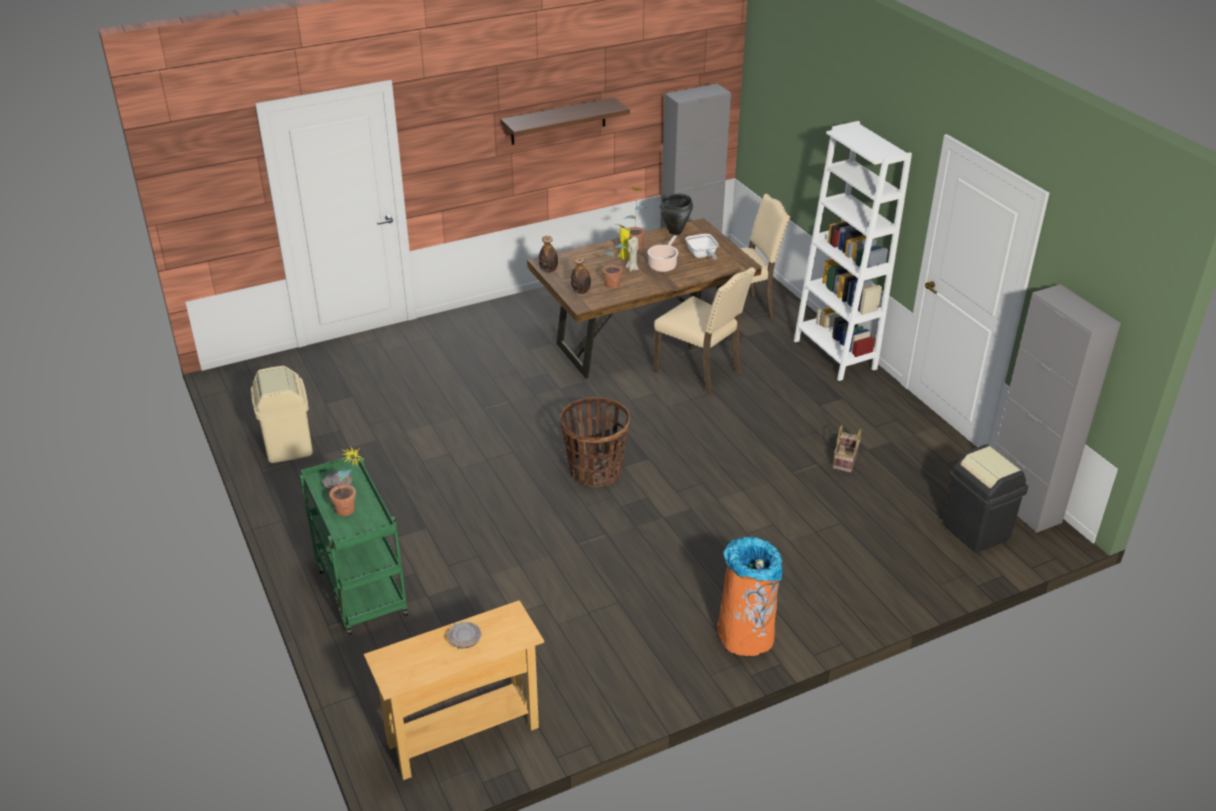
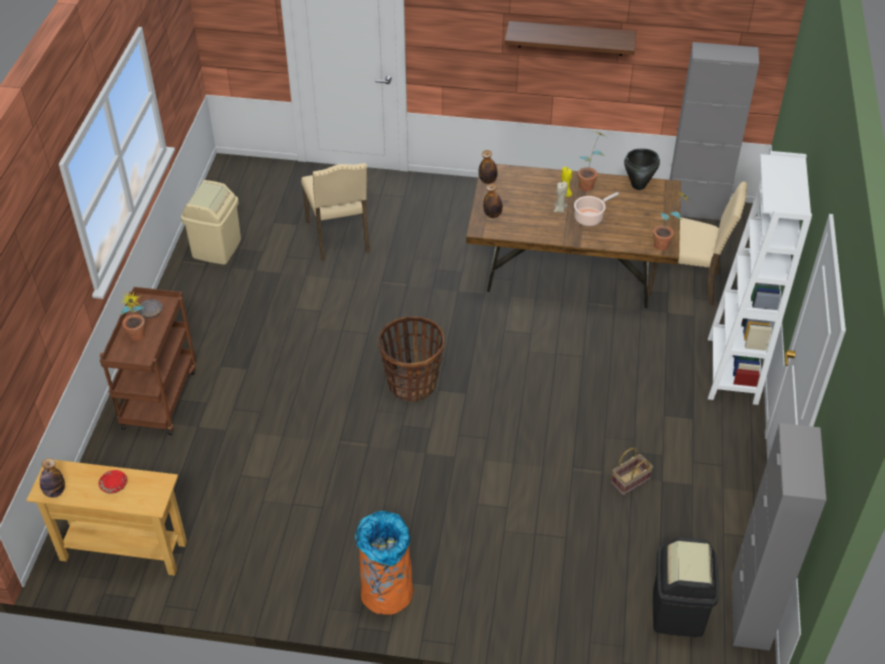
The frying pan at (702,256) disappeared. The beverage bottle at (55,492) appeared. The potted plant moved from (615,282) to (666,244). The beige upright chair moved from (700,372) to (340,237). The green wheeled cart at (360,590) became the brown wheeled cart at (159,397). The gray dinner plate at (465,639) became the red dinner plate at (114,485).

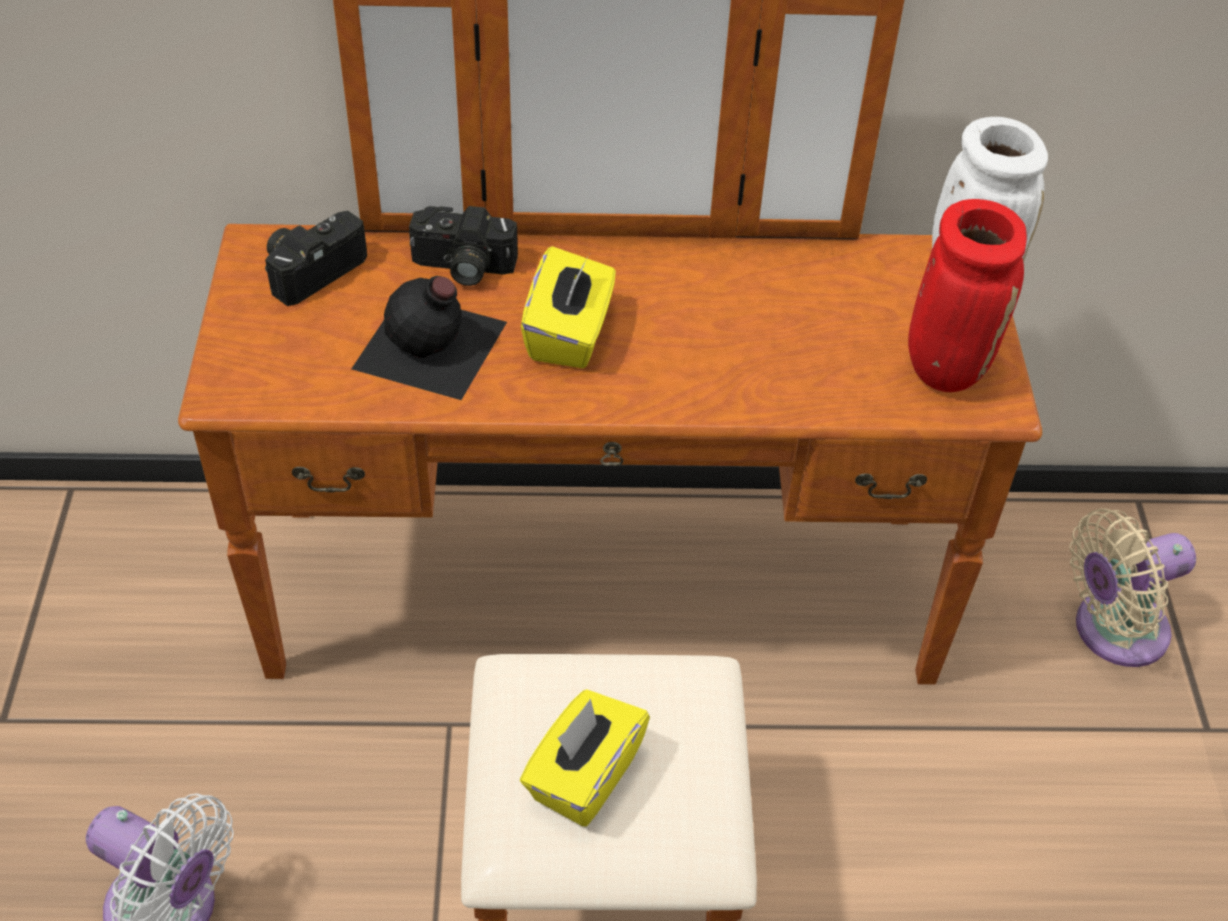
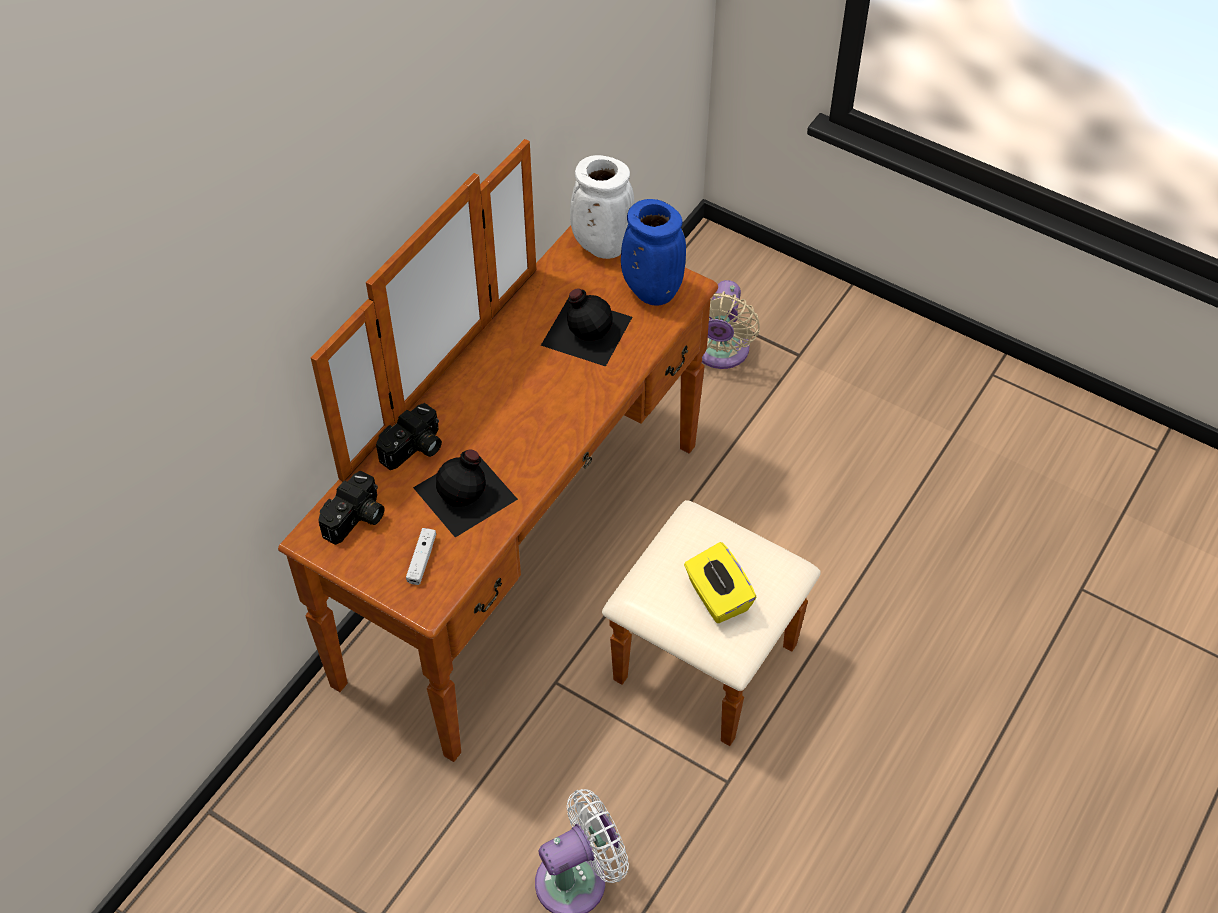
The yellowish tissue holder at (569,335) disappeared. The white-coloured gamepad at (422,560) appeared. The black-coloured beverage bottle at (586,329) appeared. The red decorative vase at (944,365) became the blue-coloured decorative vase at (650,291). The still camera at (312,269) turned 135 degrees counterclockwise.

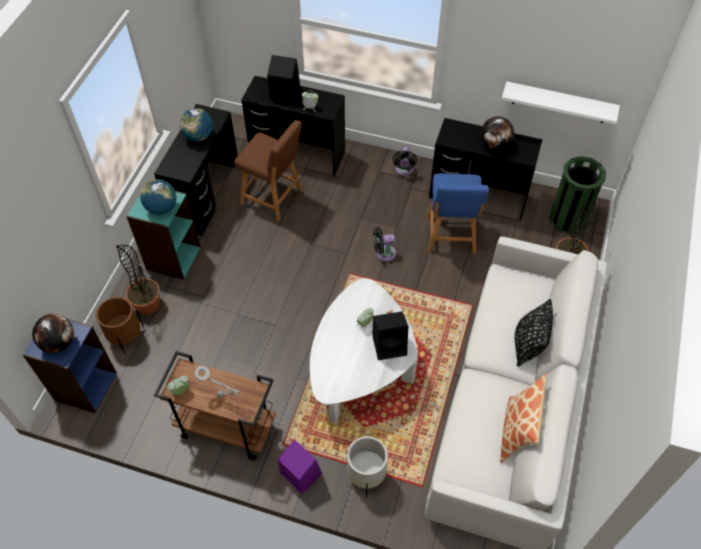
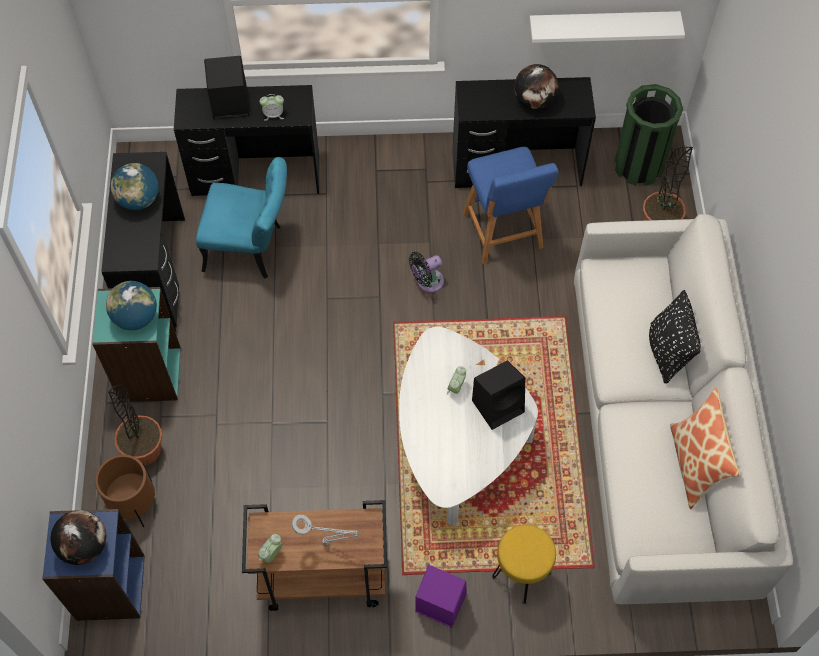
The black-coloured electric fan at (404,170) disappeared. The brown stool seat at (274,198) was replaced by the turquoise-coloured upright chair at (251,249). The white-coloured planter at (366,475) was replaced by the yellowish stool seat at (521,576).

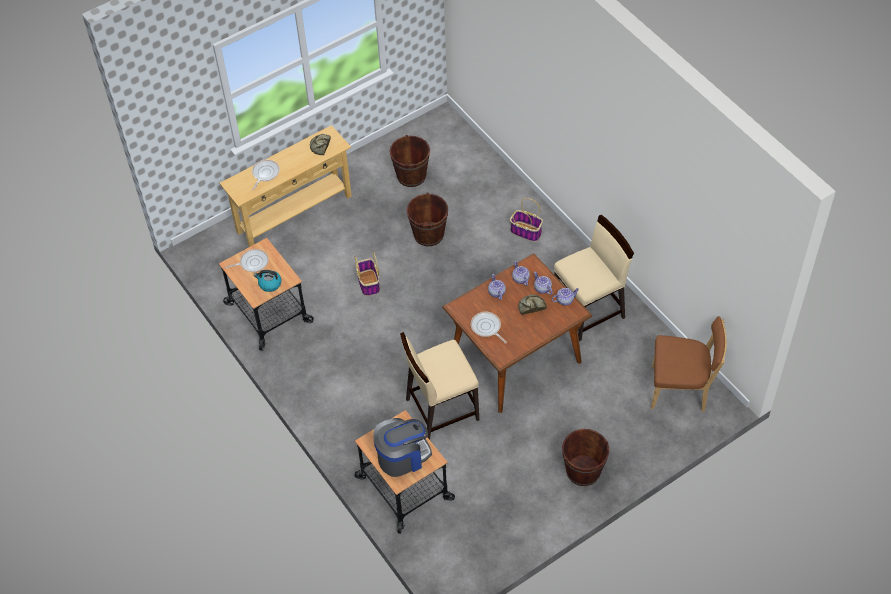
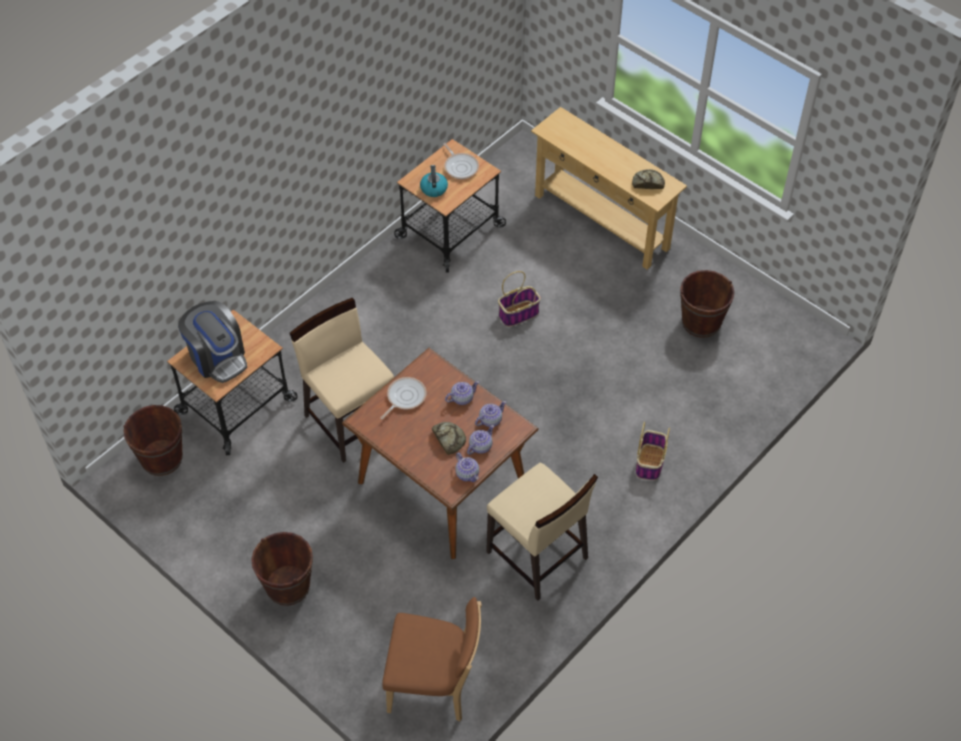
The frying pan at (265,173) disappeared. The brown pail moved from (429,234) to (162,458). The brown upright chair at (681,390) turned 75 degrees counterclockwise.

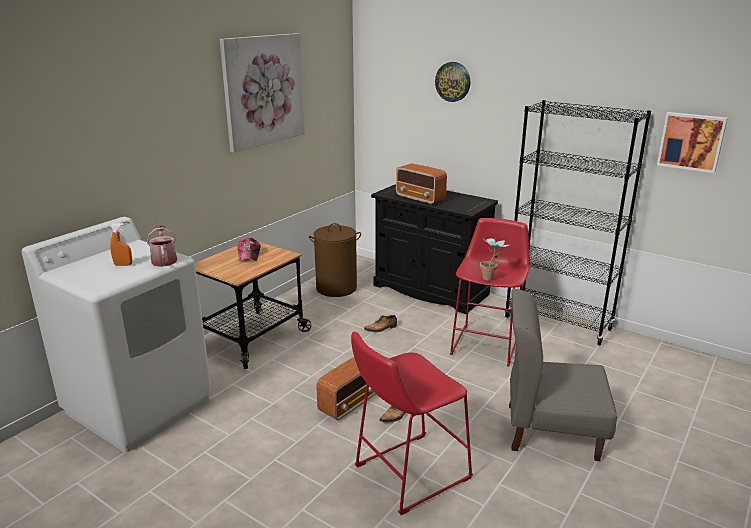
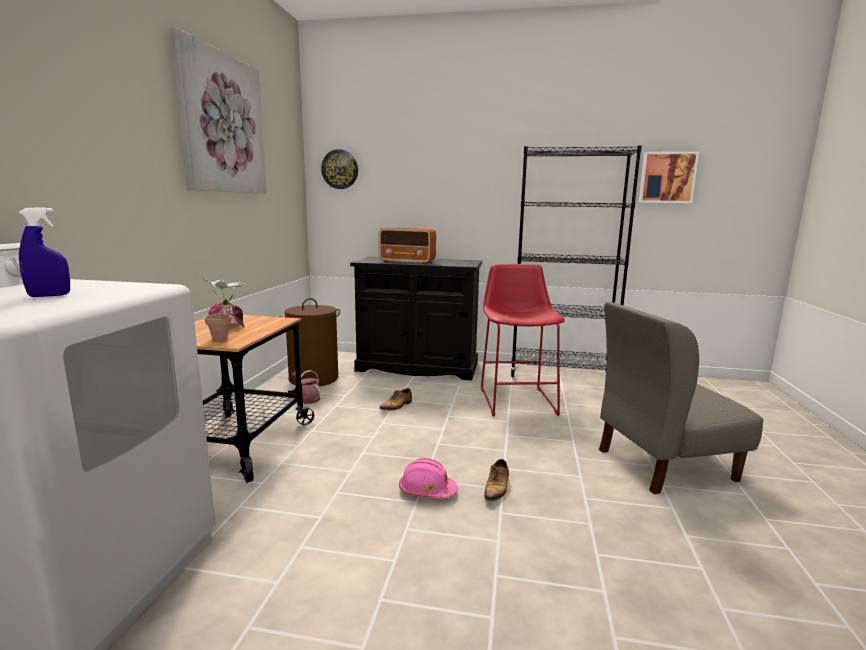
The red stool seat at (407,474) disappeared. The watering pot moved from (164,260) to (307,398). The clock on the wall moved from (453,81) to (340,169). The potted plant moved from (491,278) to (226,337). The radio receiver at (349,403) was replaced by the pink-coloured hard hat at (427,491). The orange sprayer at (123,265) became the blue-coloured sprayer at (49,295).

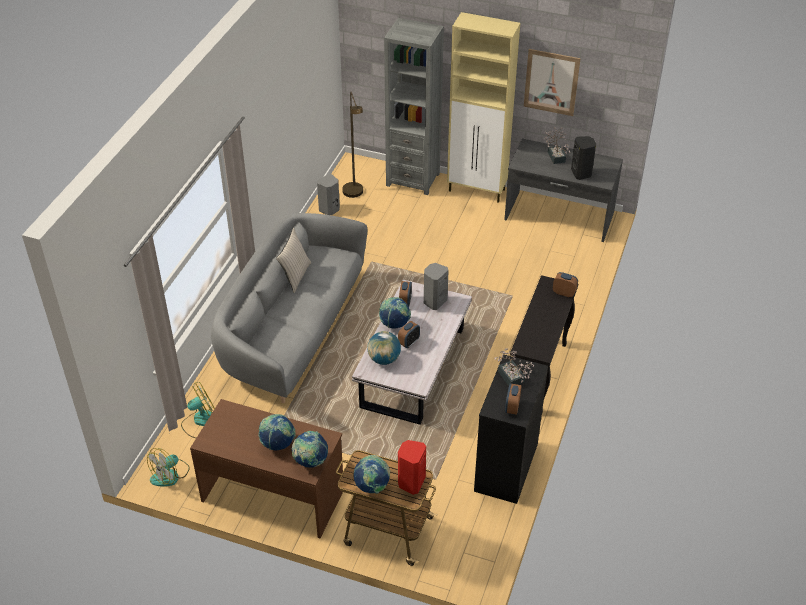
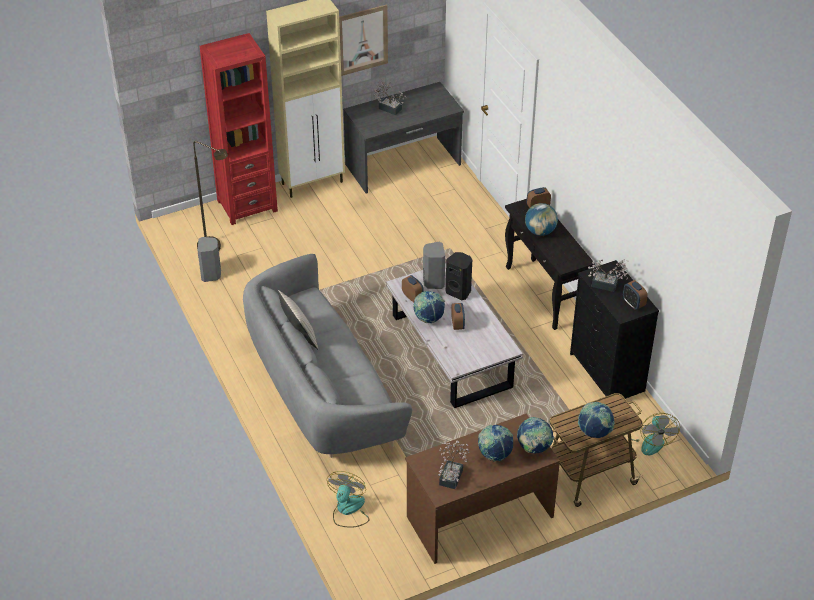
The red audio speaker at (411,482) disappeared. The potted plant at (452,475) appeared. The electric fan moved from (170,475) to (651,440). The desk globe moved from (384,359) to (540,231). The black-coloured audio speaker moved from (581,173) to (459,292). The gray shelving unit at (413,179) became the red shelving unit at (247,206).

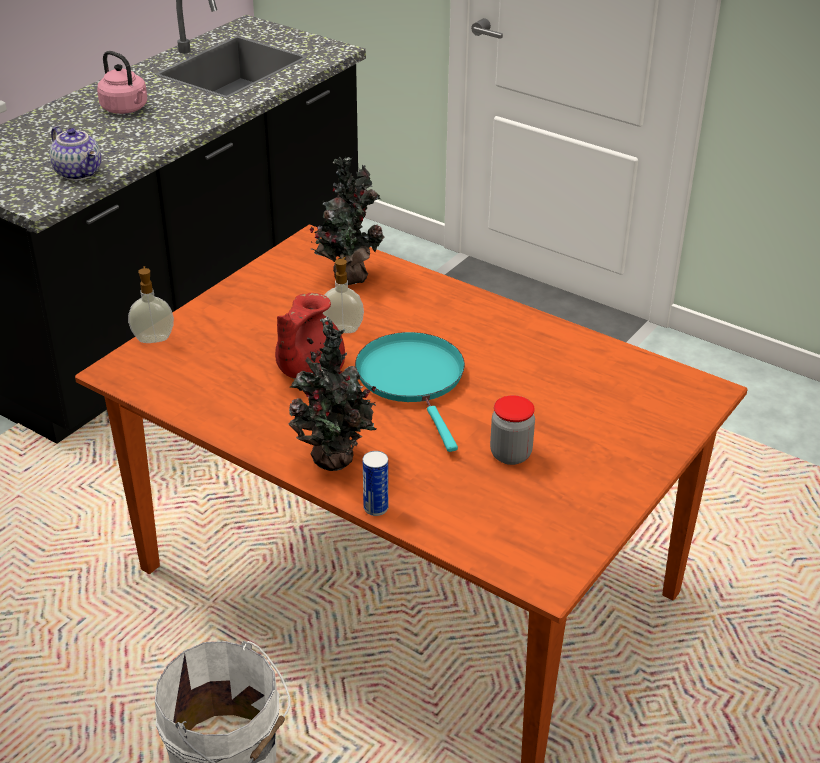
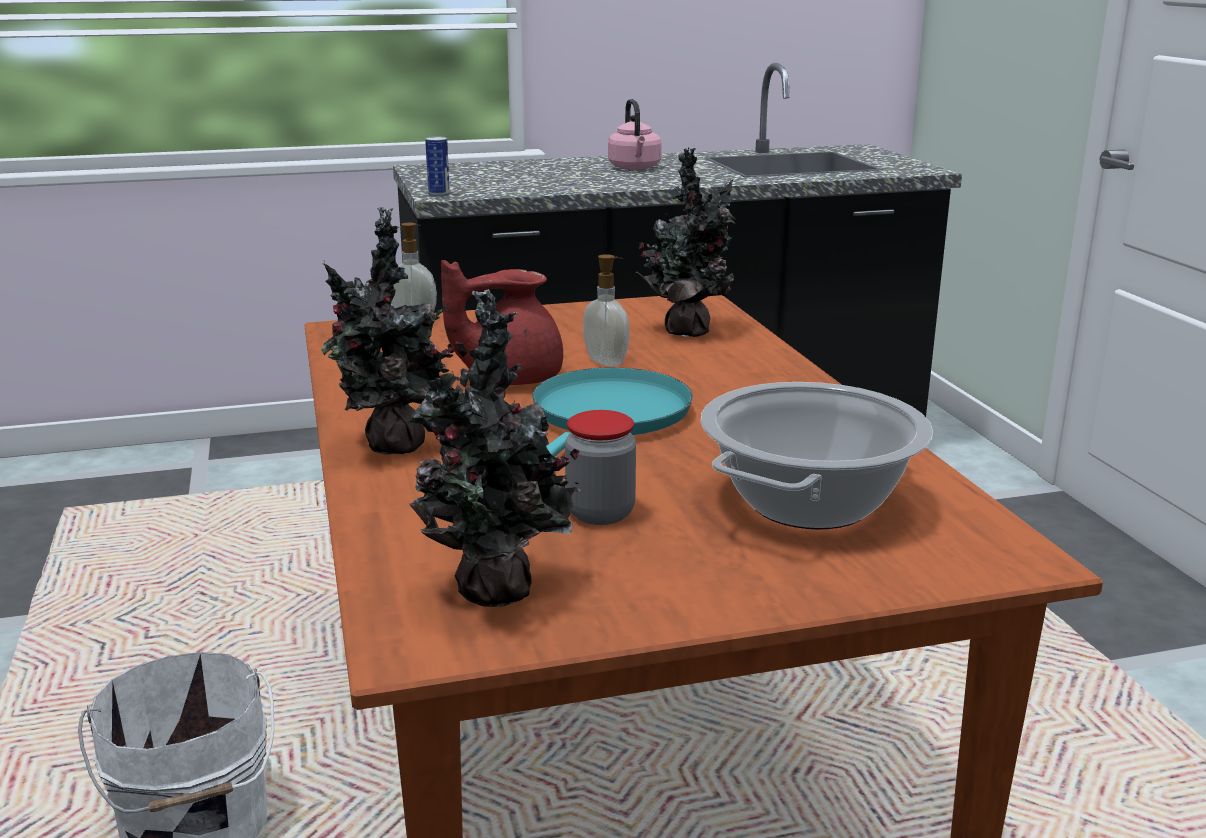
The teapot at (80,173) disappeared. The potted plant at (498,594) appeared. The stockpot at (809,503) appeared. The metal can moved from (376,508) to (439,195).

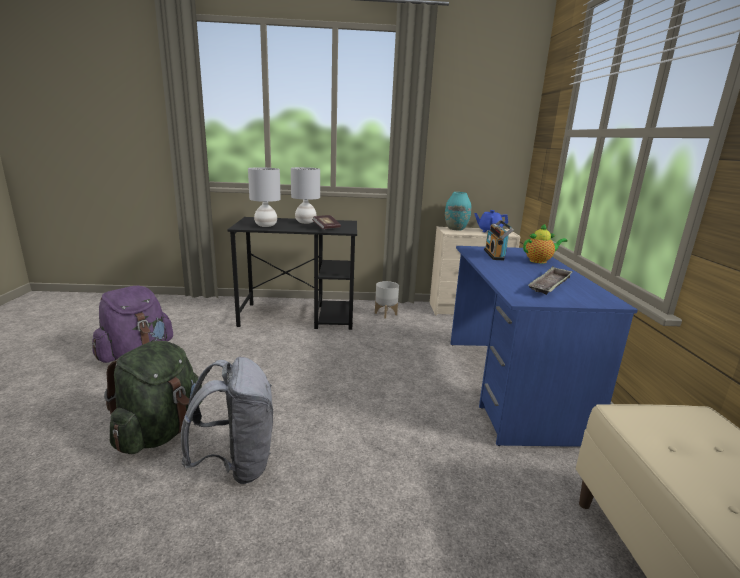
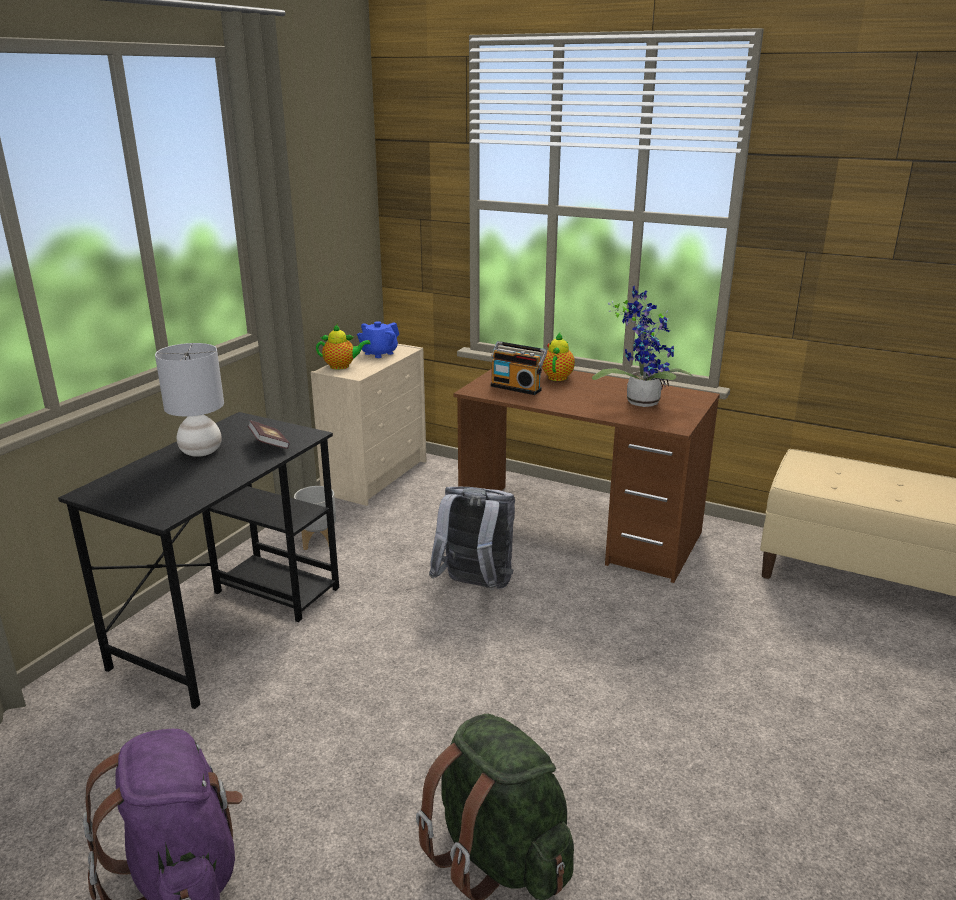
The gray table lamp at (266,225) disappeared. The gray backpack moved from (237,464) to (475,587). The turquoise-coloured decorative vase at (455,229) was replaced by the teapot at (342,366). The tray at (550,285) was replaced by the potted plant at (640,400). The blue-coloured desk unit at (510,386) became the brown desk unit at (579,531).

